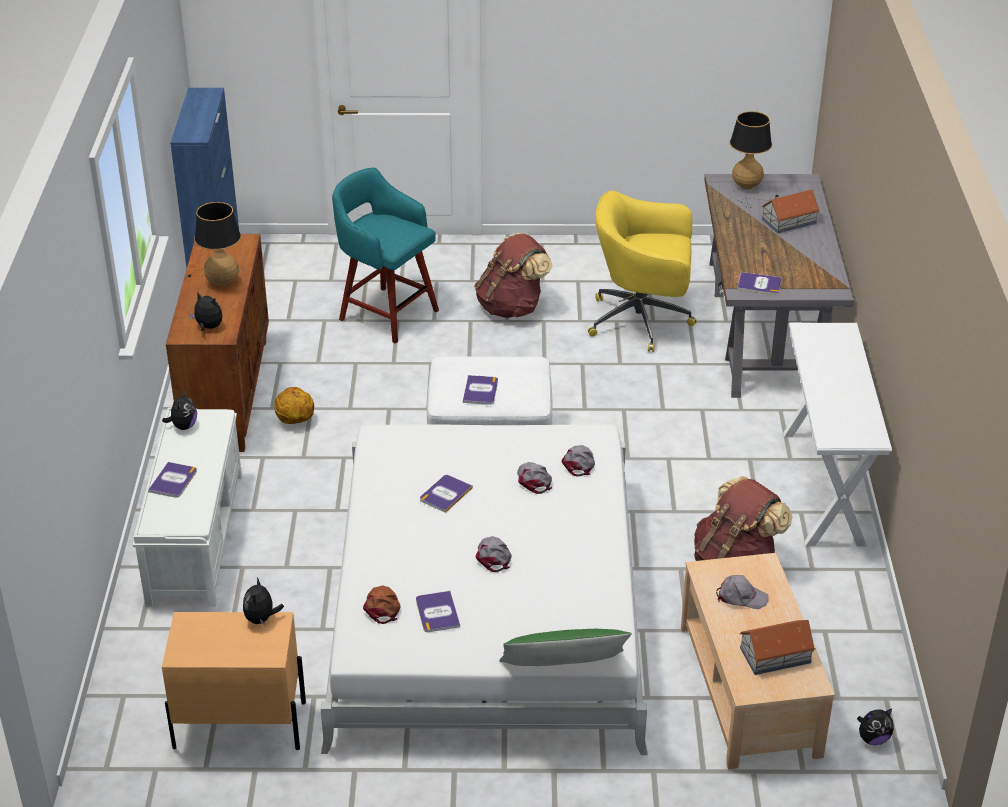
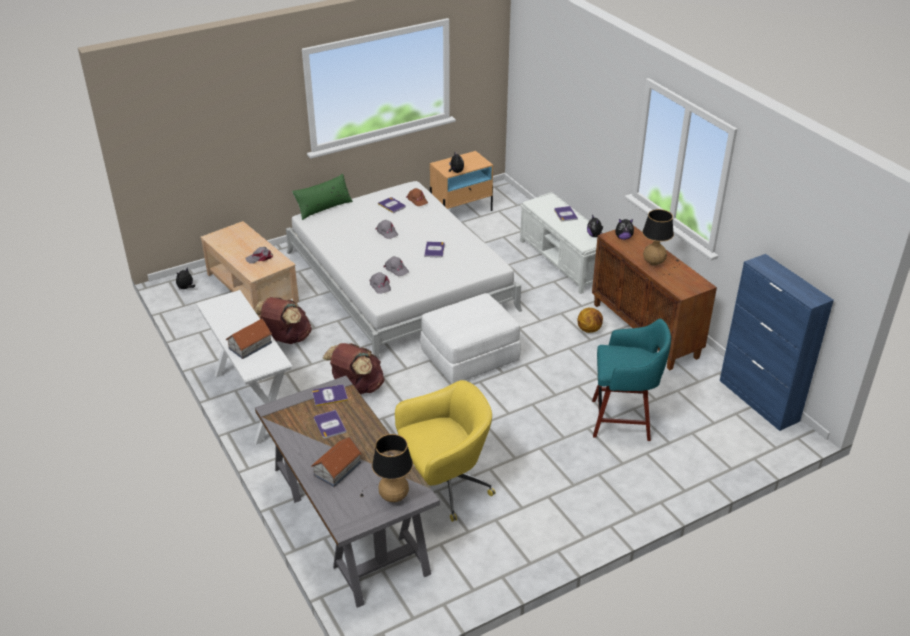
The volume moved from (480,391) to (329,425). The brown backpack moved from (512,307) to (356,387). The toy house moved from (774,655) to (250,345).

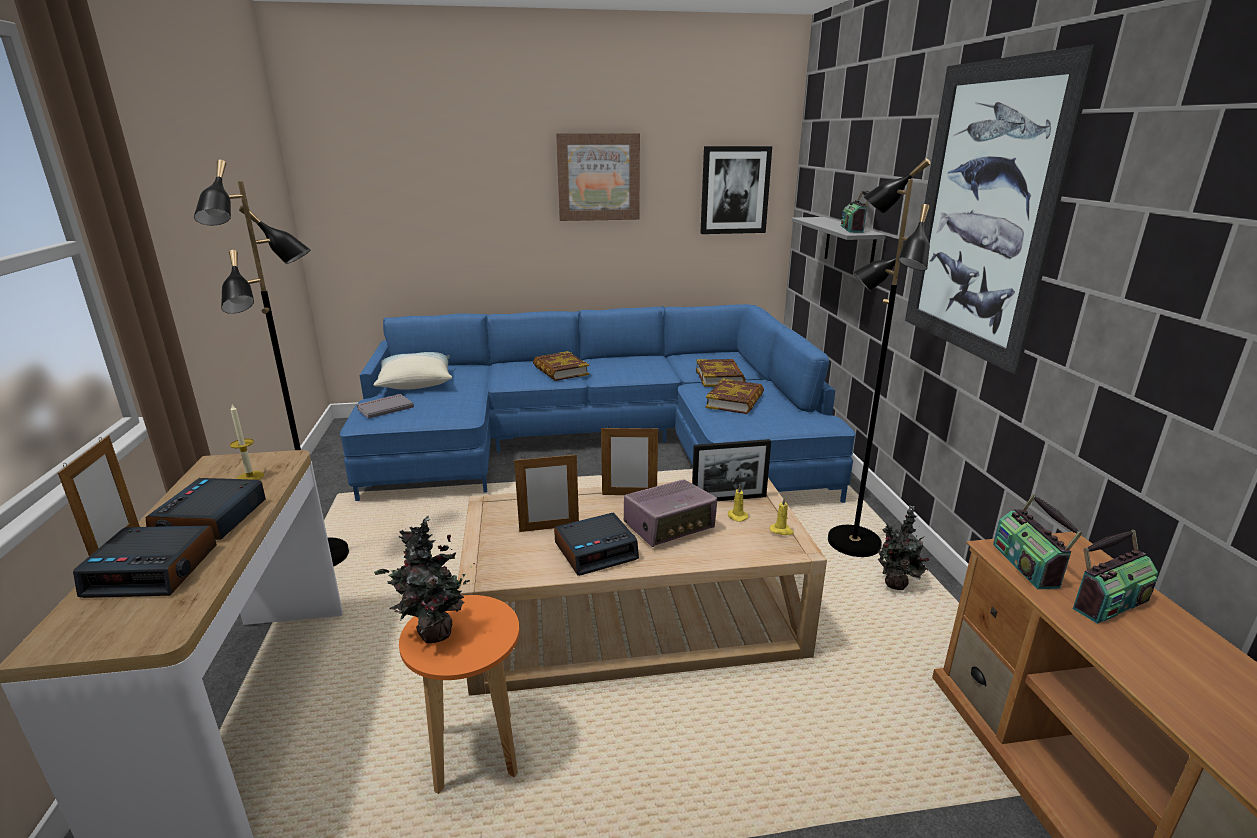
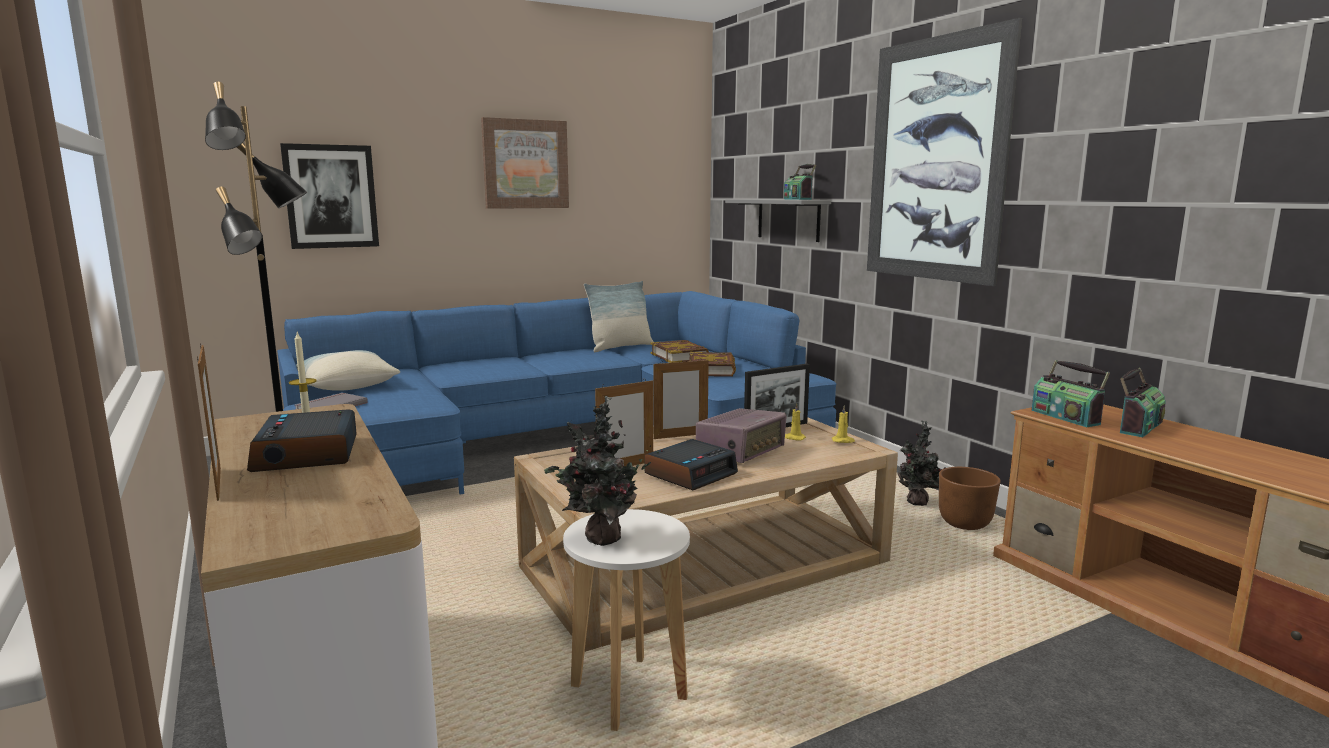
The alarm clock at (154,570) disappeared. The volume at (560,371) disappeared. The black-coloured floor lamp at (852,543) disappeared. The cushion at (620,347) appeared. The brown planter at (965,524) appeared. The picture moved from (734,190) to (331,196). The orange stool seat at (475,753) became the white-coloured stool seat at (629,693).

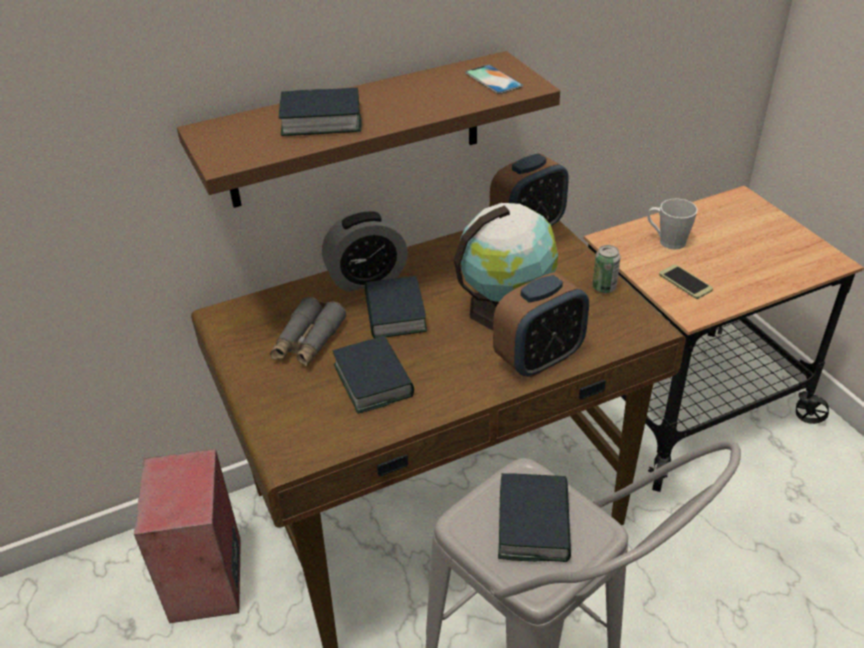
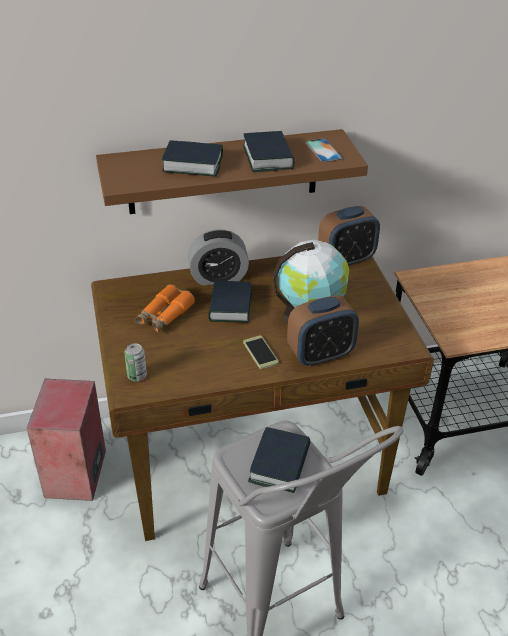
The gray coffee mug at (667,241) disappeared. The volume moved from (373,380) to (268,157). The metal can moved from (604,287) to (137,376). The telephone moved from (685,282) to (260,352). The gray binoculars at (308,341) became the orange binoculars at (164,316).

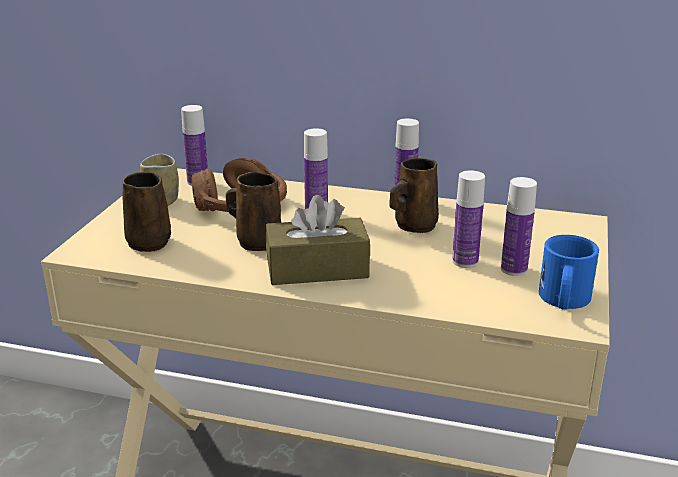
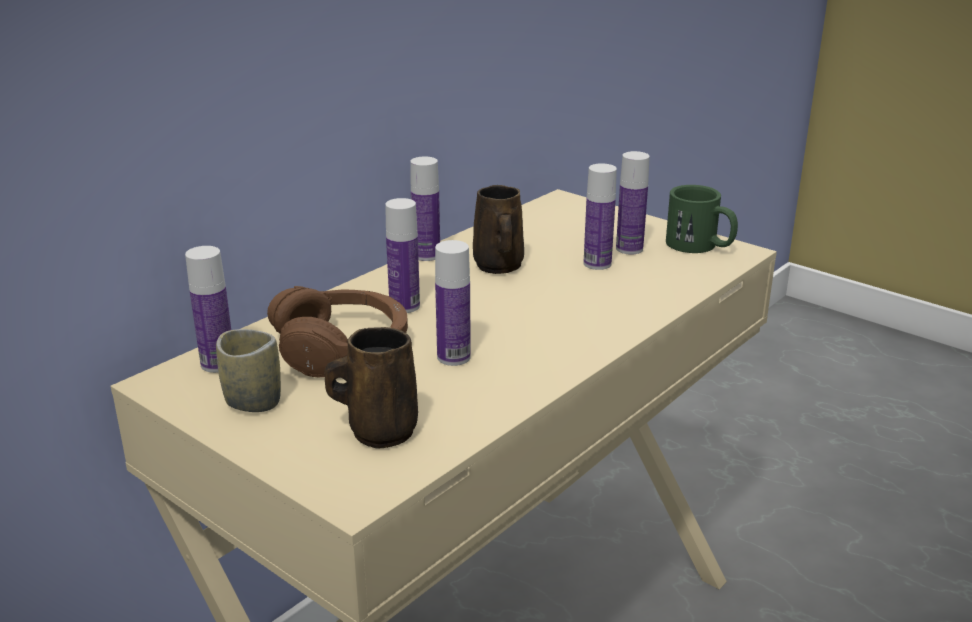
The brown tissue holder at (317,269) disappeared. The brown coffee mug at (256,242) was replaced by the beverage bottle at (453,357). The blue-coloured coffee mug at (563,301) became the green coffee mug at (700,246).

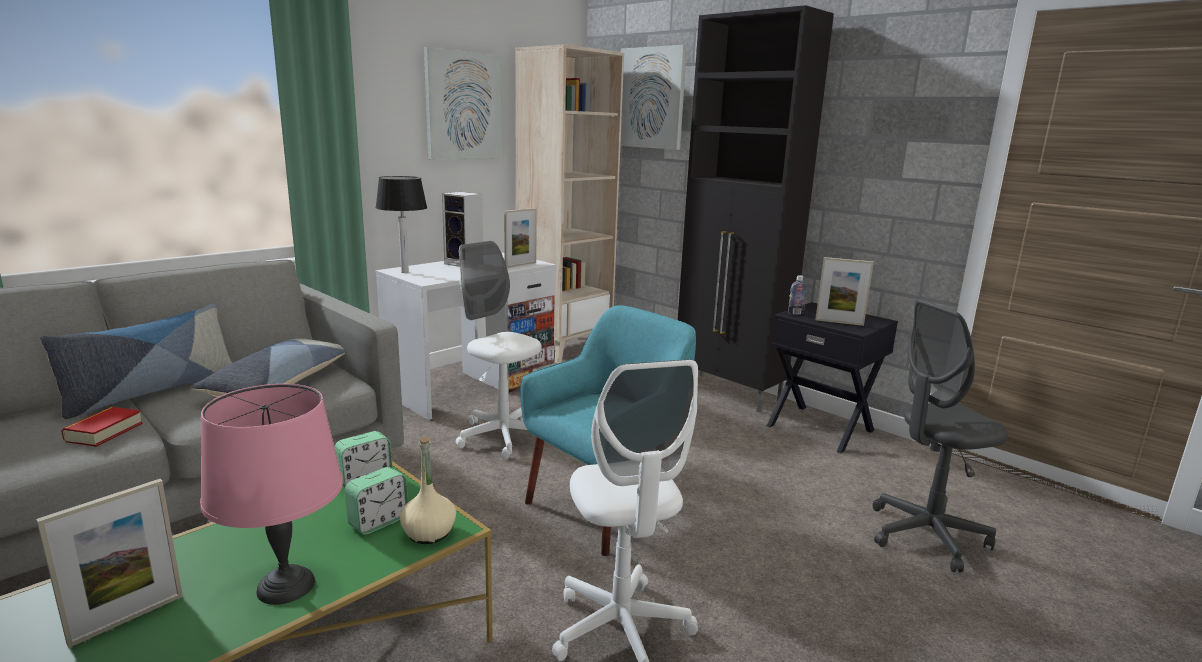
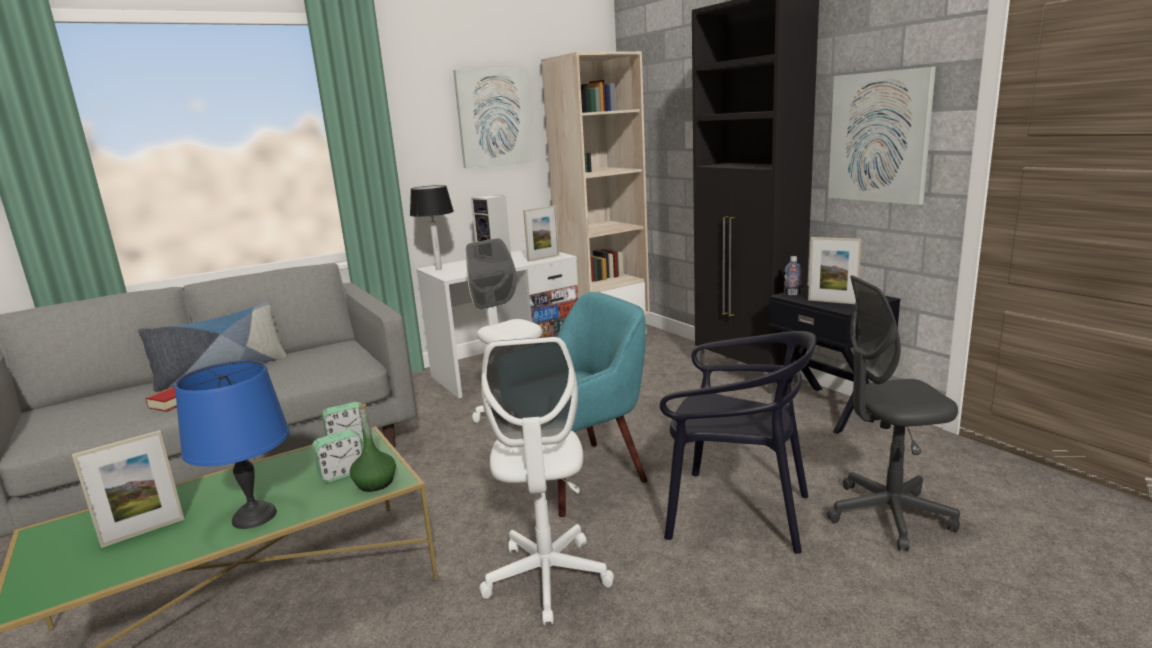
The cushion at (279,383) disappeared. The black-coloured upright chair at (736,513) appeared. The picture moved from (651,98) to (879,137). The pink-coloured table lamp at (287,586) became the blue-coloured table lamp at (255,517). The beige beverage bottle at (429,532) became the green beverage bottle at (375,483).

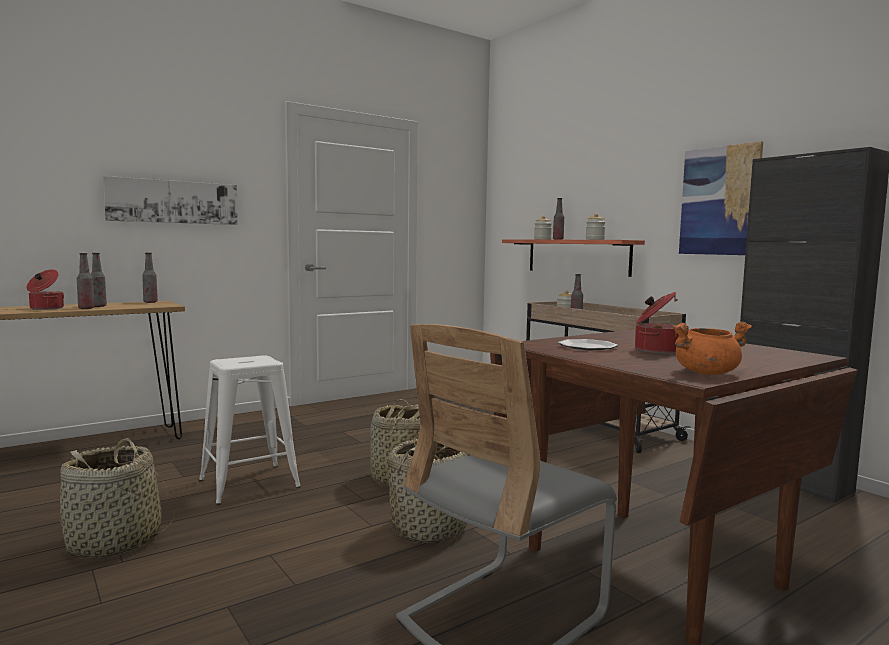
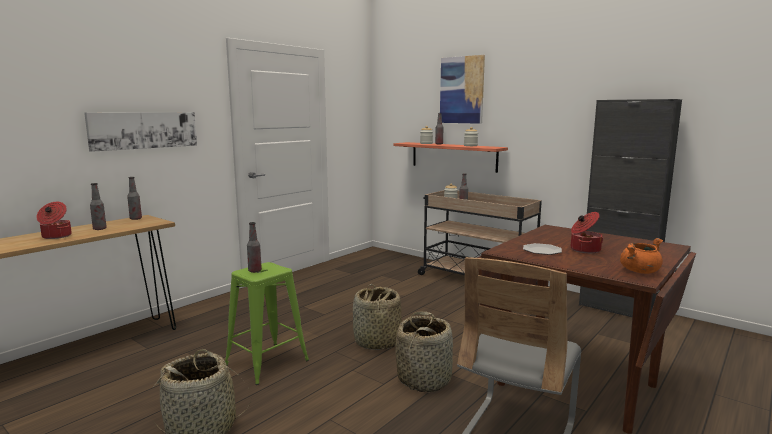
The beverage bottle moved from (86,308) to (255,271). The picture moved from (719,201) to (462,90). The white-coloured stool seat at (250,484) became the green stool seat at (267,362).

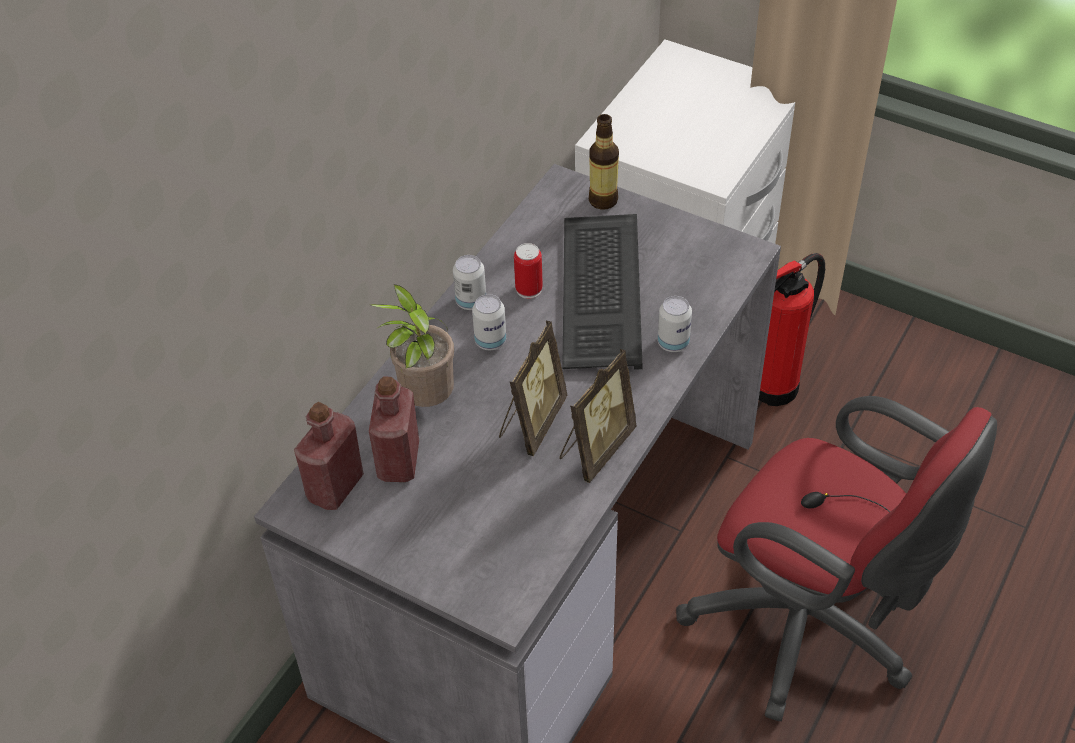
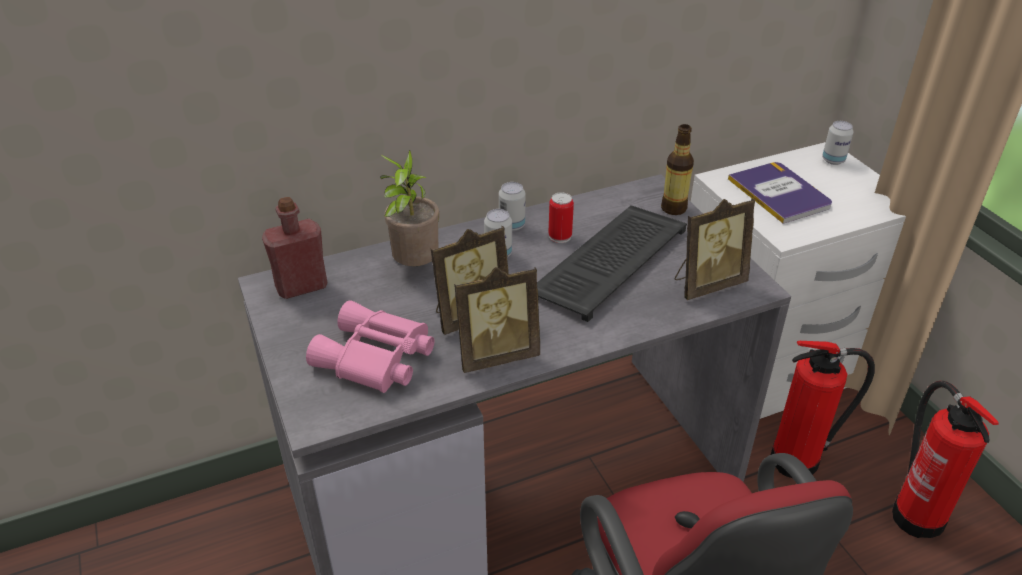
The red beverage bottle at (398,461) disappeared. The pink-coloured binoculars at (375,359) appeared. The standing frame at (707,284) appeared. The volume at (779,193) appeared. The fire extinguisher at (916,513) appeared. The metal can moved from (673,343) to (833,160).

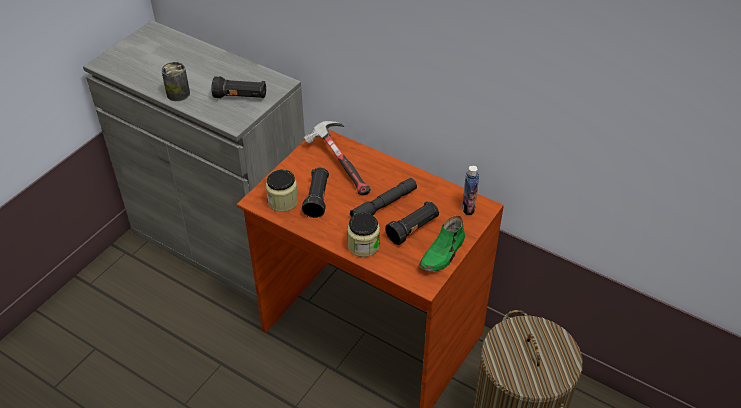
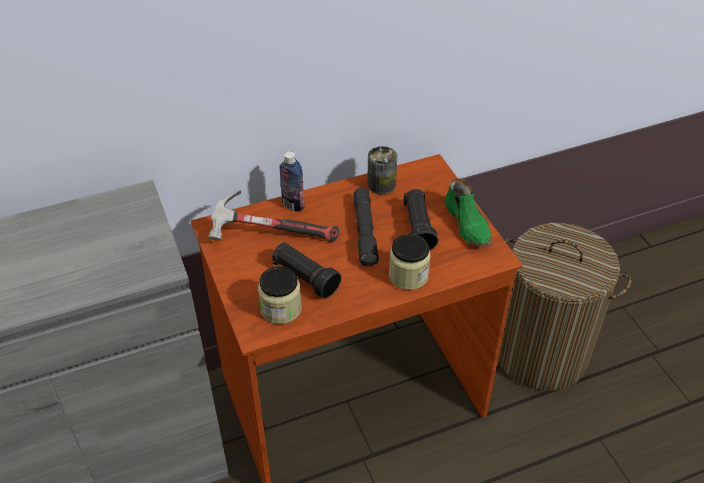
The black-coloured flashlight at (241,97) disappeared. The metal can moved from (178,94) to (381,185). The beverage bottle moved from (468,208) to (293,205).

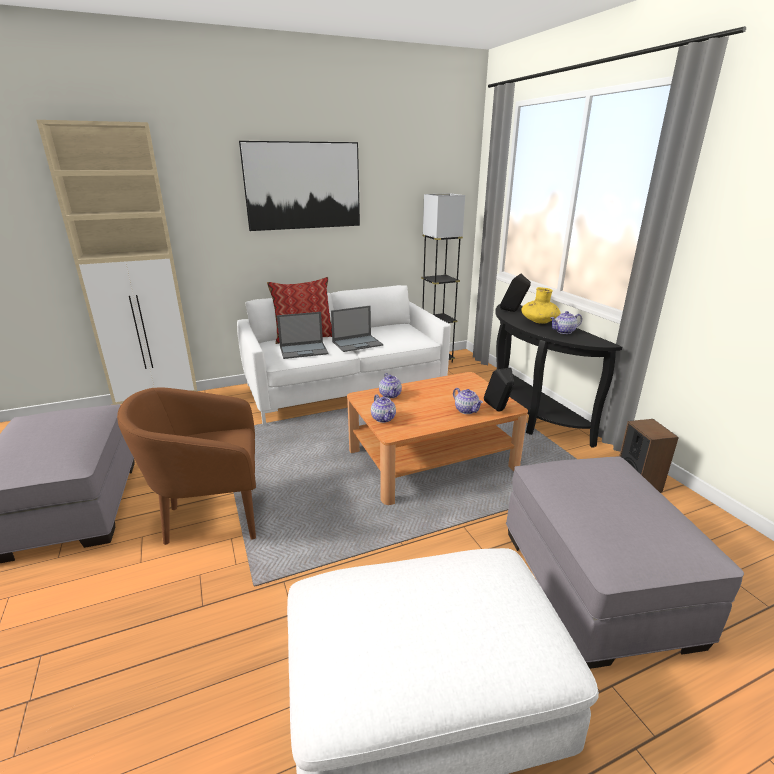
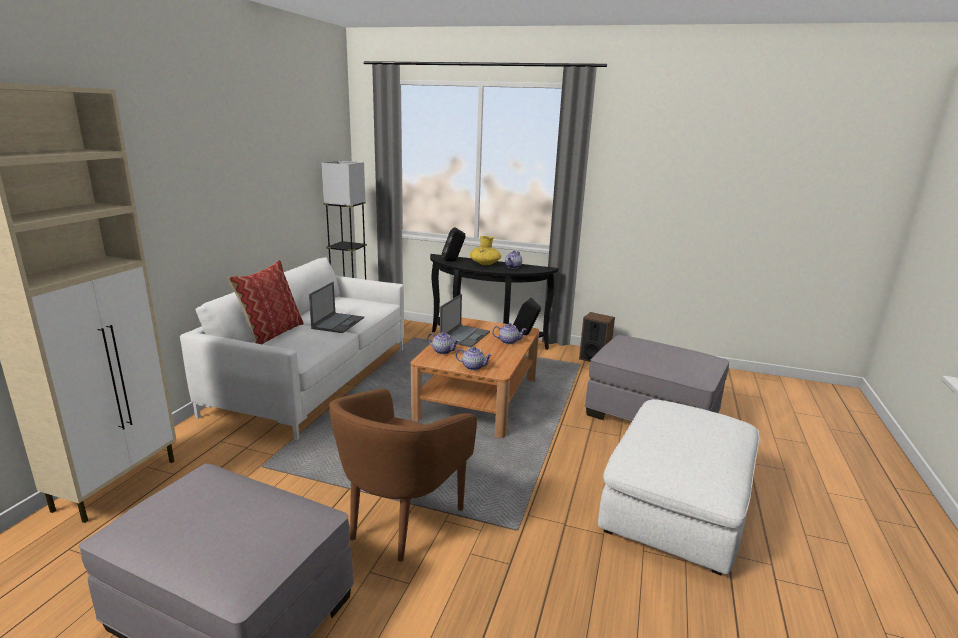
The picture at (303,186) disappeared. The laptop moved from (304,350) to (465,336).

